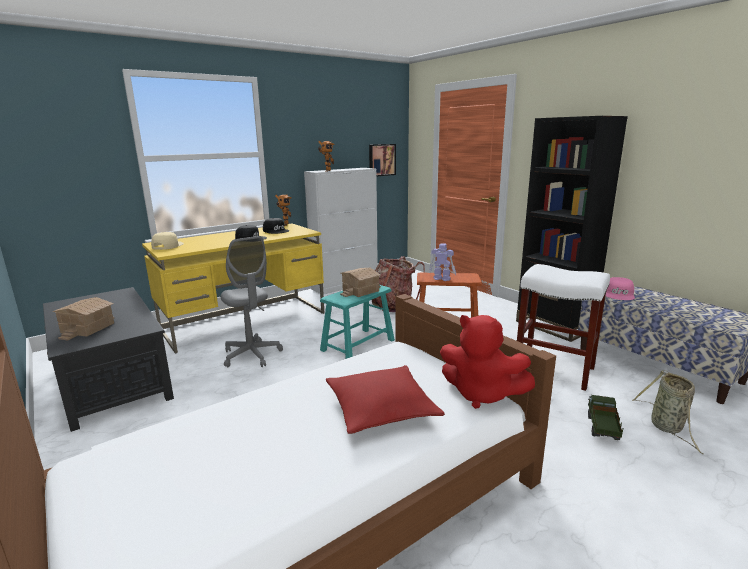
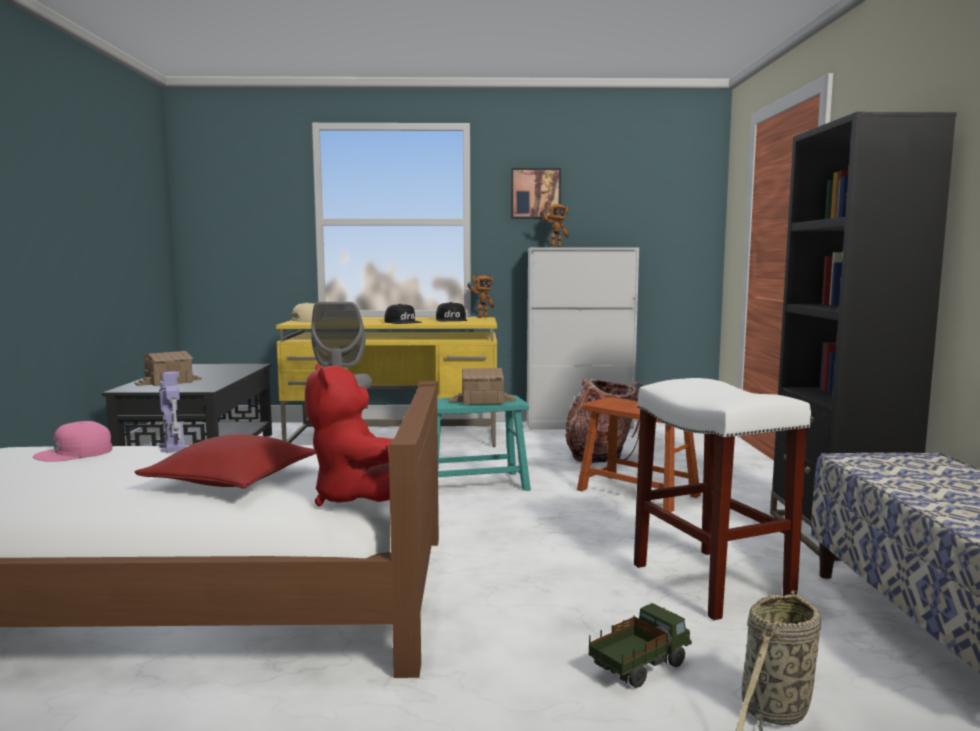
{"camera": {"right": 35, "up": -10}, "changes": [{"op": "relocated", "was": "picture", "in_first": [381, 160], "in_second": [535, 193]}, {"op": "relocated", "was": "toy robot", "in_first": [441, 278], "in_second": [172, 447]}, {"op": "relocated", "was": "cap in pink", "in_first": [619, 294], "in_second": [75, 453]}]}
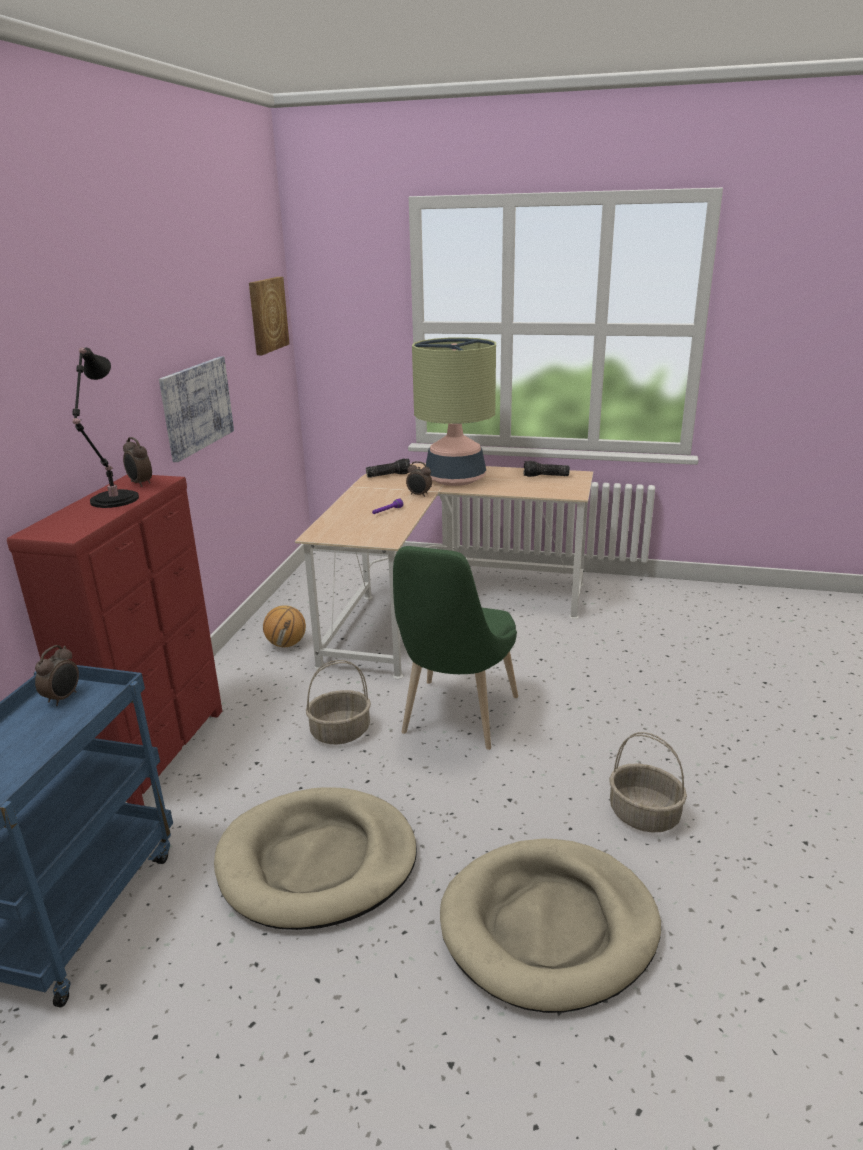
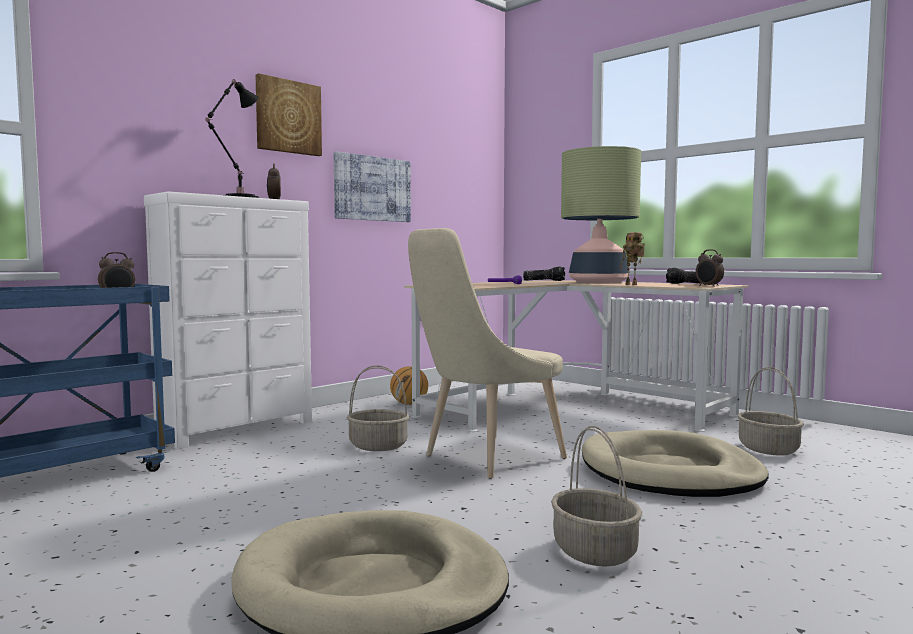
{"camera": {"right": 30, "up": -20}, "changes": [{"op": "appeared", "now": "toy robot", "in_second": [632, 285]}, {"op": "appeared", "now": "basket", "in_second": [769, 449]}, {"op": "relocated", "was": "dog bed in beige", "in_first": [317, 862], "in_second": [670, 472]}, {"op": "relocated", "was": "picture", "in_first": [267, 315], "in_second": [288, 117]}, {"op": "relocated", "was": "alarm clock", "in_first": [419, 495], "in_second": [708, 286]}, {"op": "colour", "was": "dresser in red", "now": "dresser in white", "in_first": [159, 753], "in_second": [238, 430]}, {"op": "colour", "was": "chair in green", "now": "chair in beige", "in_first": [456, 719], "in_second": [486, 459]}]}
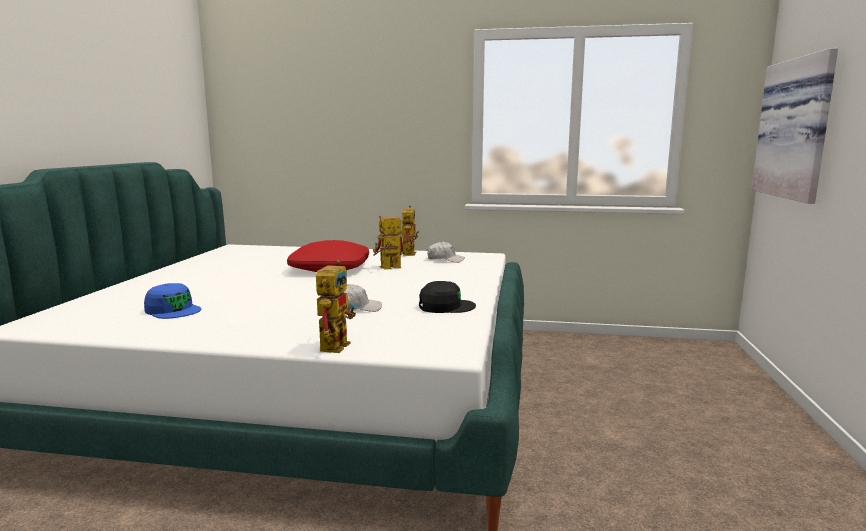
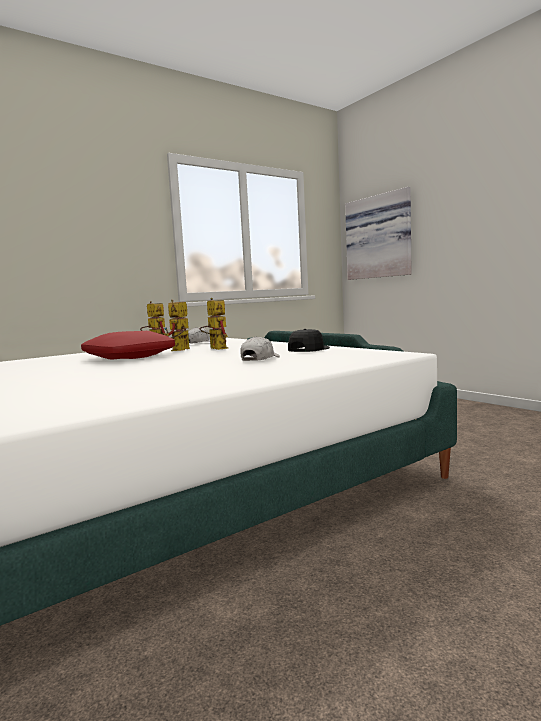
{"camera": {"right": -45, "up": -5}, "changes": [{"op": "missing", "was": "cap in blue", "in_first": [173, 310]}, {"op": "relocated", "was": "toy robot", "in_first": [335, 344], "in_second": [215, 348]}]}
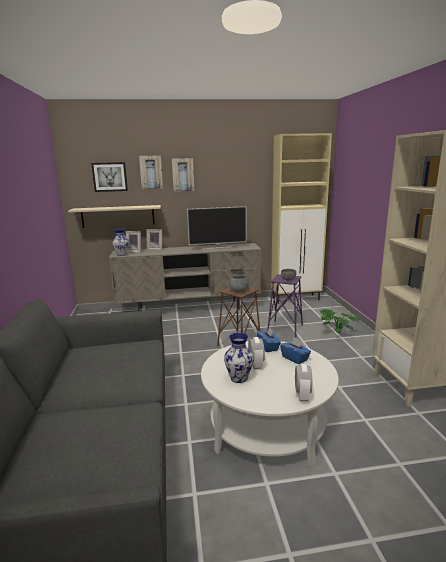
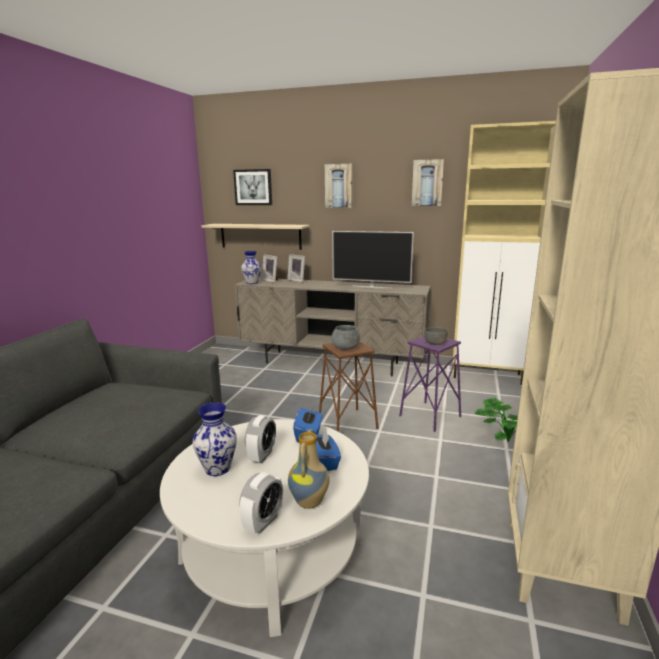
{"camera": {"right": 25, "up": 0}, "changes": [{"op": "appeared", "now": "vase", "in_second": [310, 502]}, {"op": "relocated", "was": "picture", "in_first": [151, 172], "in_second": [427, 183]}]}
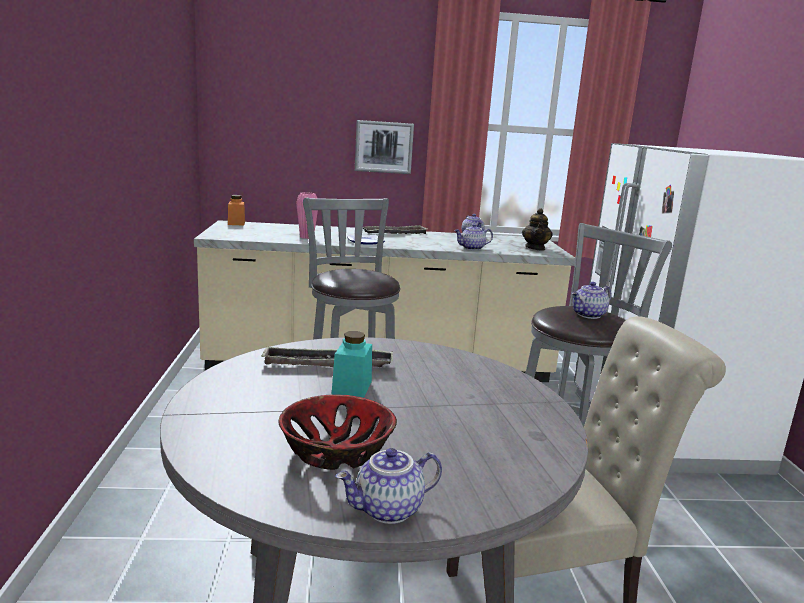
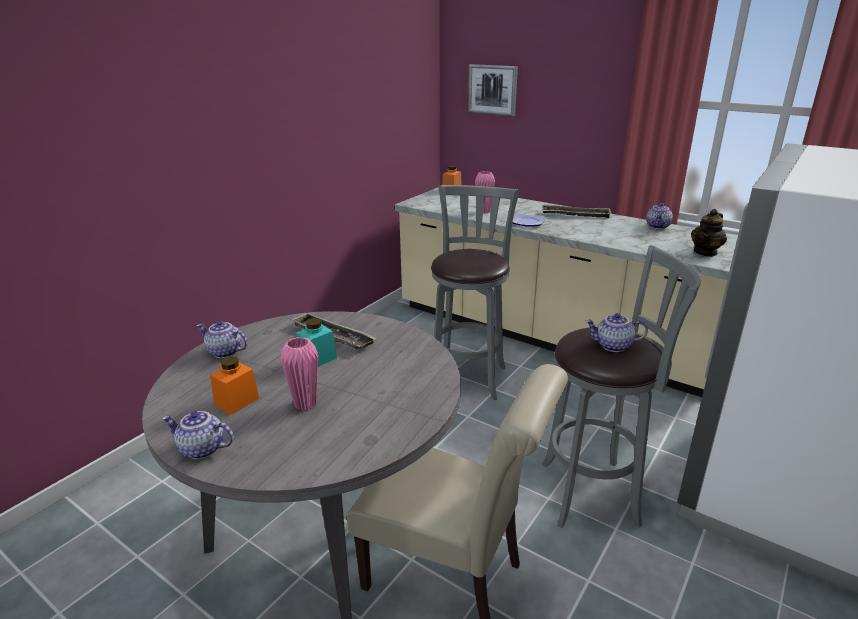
{"camera": {"right": 40, "up": 10}, "changes": [{"op": "appeared", "now": "vase in pink", "in_second": [305, 404]}, {"op": "relocated", "was": "picture", "in_first": [383, 147], "in_second": [492, 89]}, {"op": "relocated", "was": "teapot", "in_first": [472, 248], "in_second": [224, 352]}, {"op": "exchanged", "was": "bowl", "now": "jar in orange", "in_first": [336, 451], "in_second": [237, 401]}]}
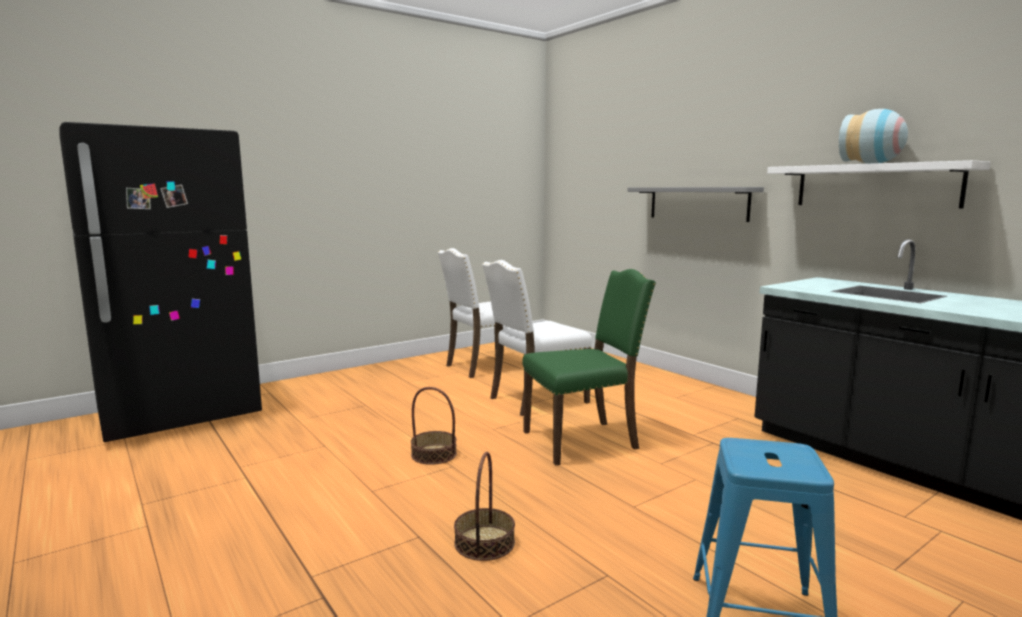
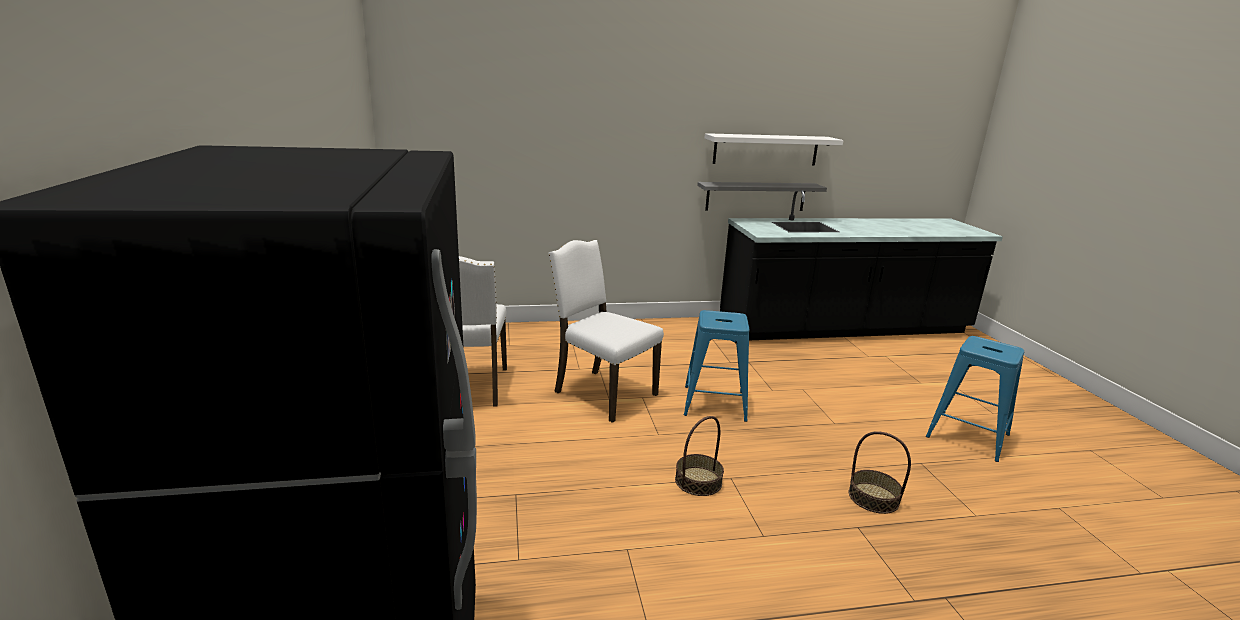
{"camera": {"right": -65, "up": 10}, "changes": [{"op": "missing", "was": "vase", "in_first": [871, 163]}, {"op": "relocated", "was": "shelf in grey", "in_first": [698, 203], "in_second": [756, 196]}, {"op": "exchanged", "was": "chair in green", "now": "stool in blue", "in_first": [583, 440], "in_second": [714, 403]}, {"op": "spun", "was": "chair in white", "in_first": [535, 400], "in_second": [602, 393], "clockwise": 135}]}
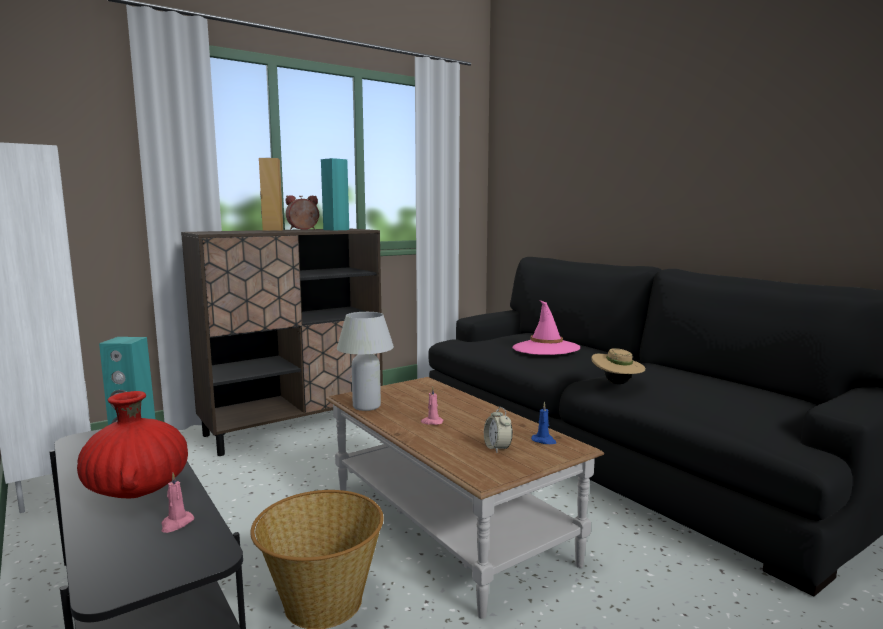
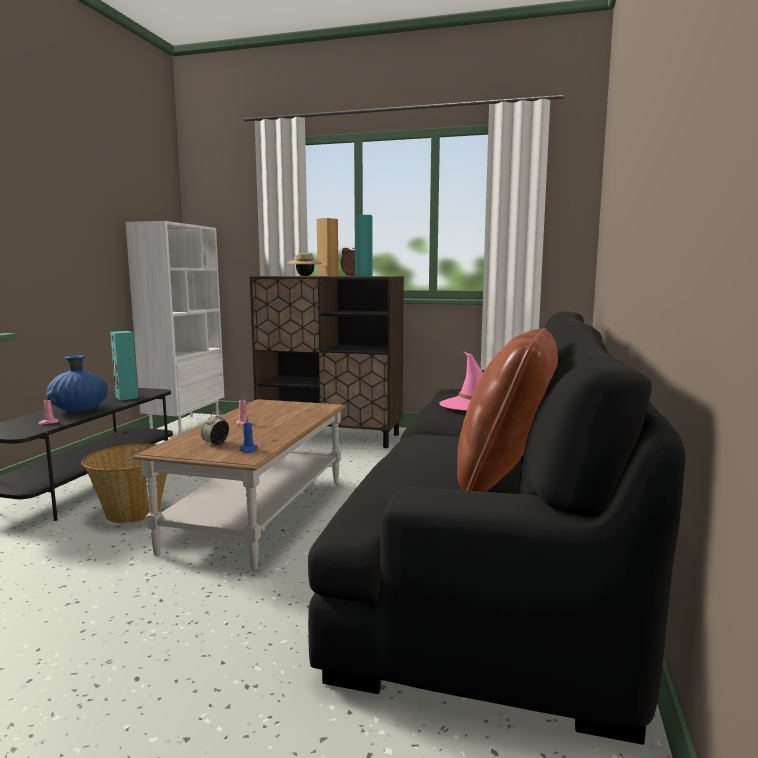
{"camera": {"right": 50, "up": 0}, "changes": [{"op": "missing", "was": "table lamp in white", "in_first": [366, 406]}, {"op": "appeared", "now": "pillow in brown", "in_second": [505, 477]}, {"op": "relocated", "was": "hat in beige", "in_first": [617, 383], "in_second": [304, 276]}, {"op": "colour", "was": "vase in red", "now": "vase in blue", "in_first": [137, 490], "in_second": [79, 410]}]}
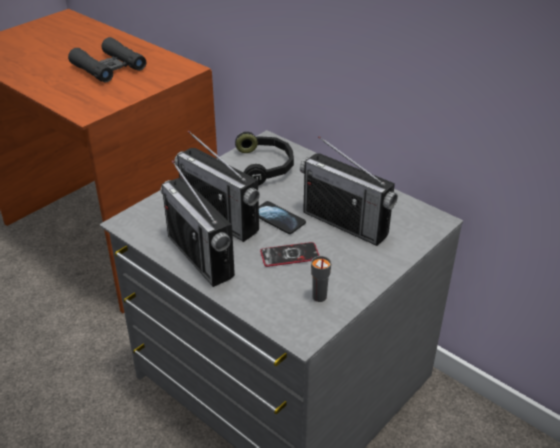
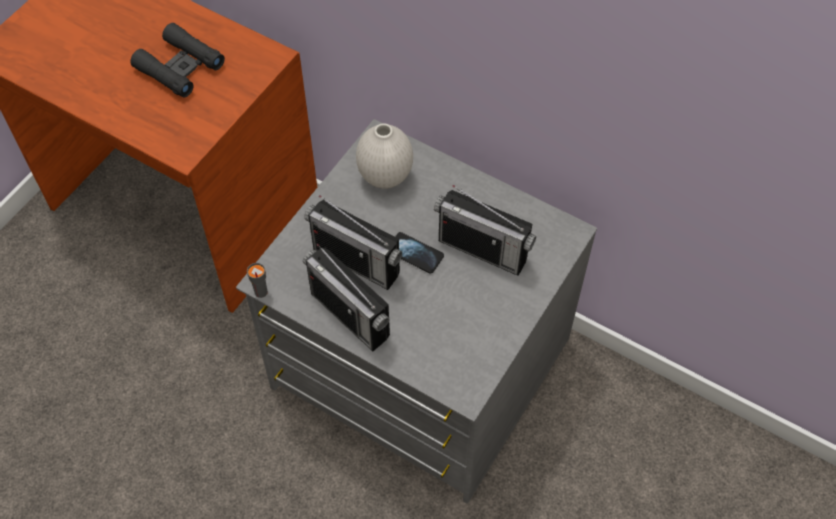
{"camera": {"right": -10, "up": 20}, "changes": [{"op": "missing", "was": "phone", "in_first": [290, 255]}, {"op": "relocated", "was": "cup in grey", "in_first": [319, 297], "in_second": [260, 292]}, {"op": "exchanged", "was": "headphones in black", "now": "vase in white", "in_first": [266, 166], "in_second": [386, 178]}]}
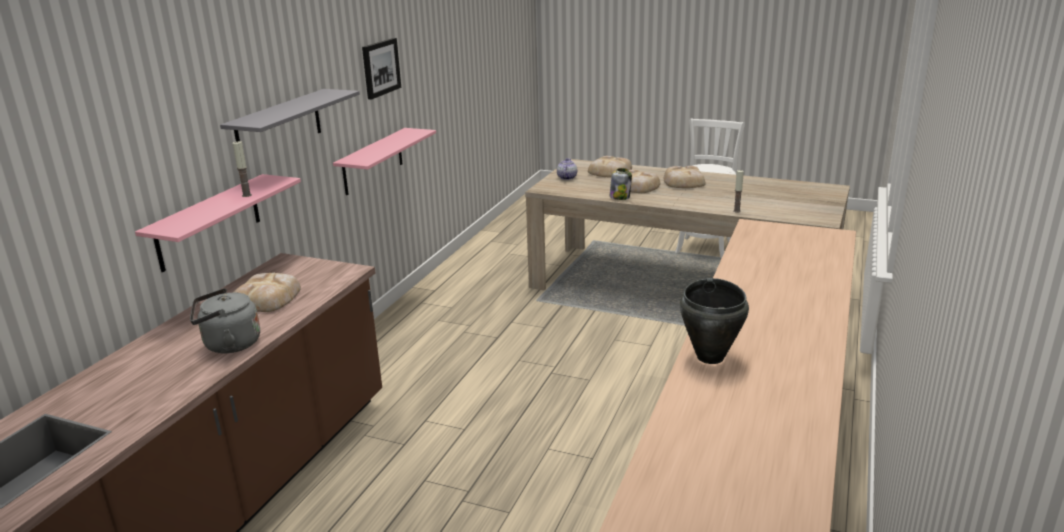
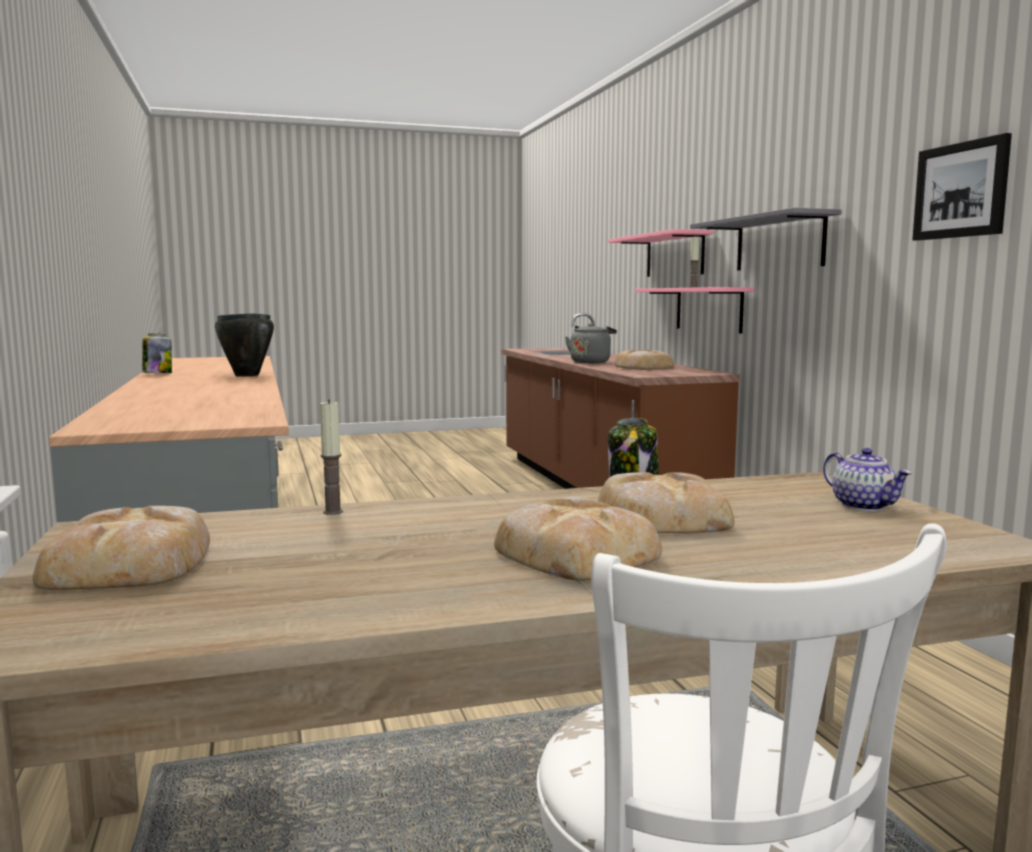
{"camera": {"right": 140, "up": -15}, "changes": [{"op": "appeared", "now": "jar", "in_second": [157, 374]}, {"op": "relocated", "was": "shelf in pink", "in_first": [373, 161], "in_second": [674, 255]}, {"op": "relocated", "was": "bread", "in_first": [609, 171], "in_second": [131, 564]}]}
